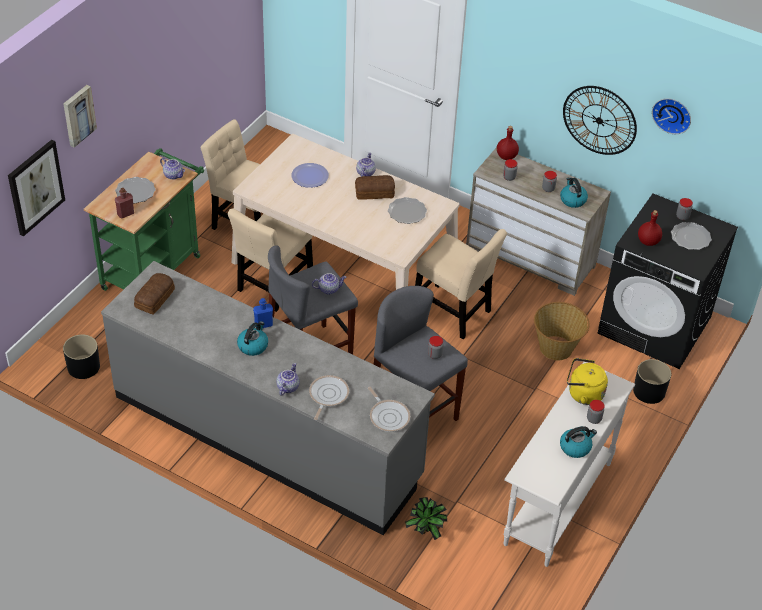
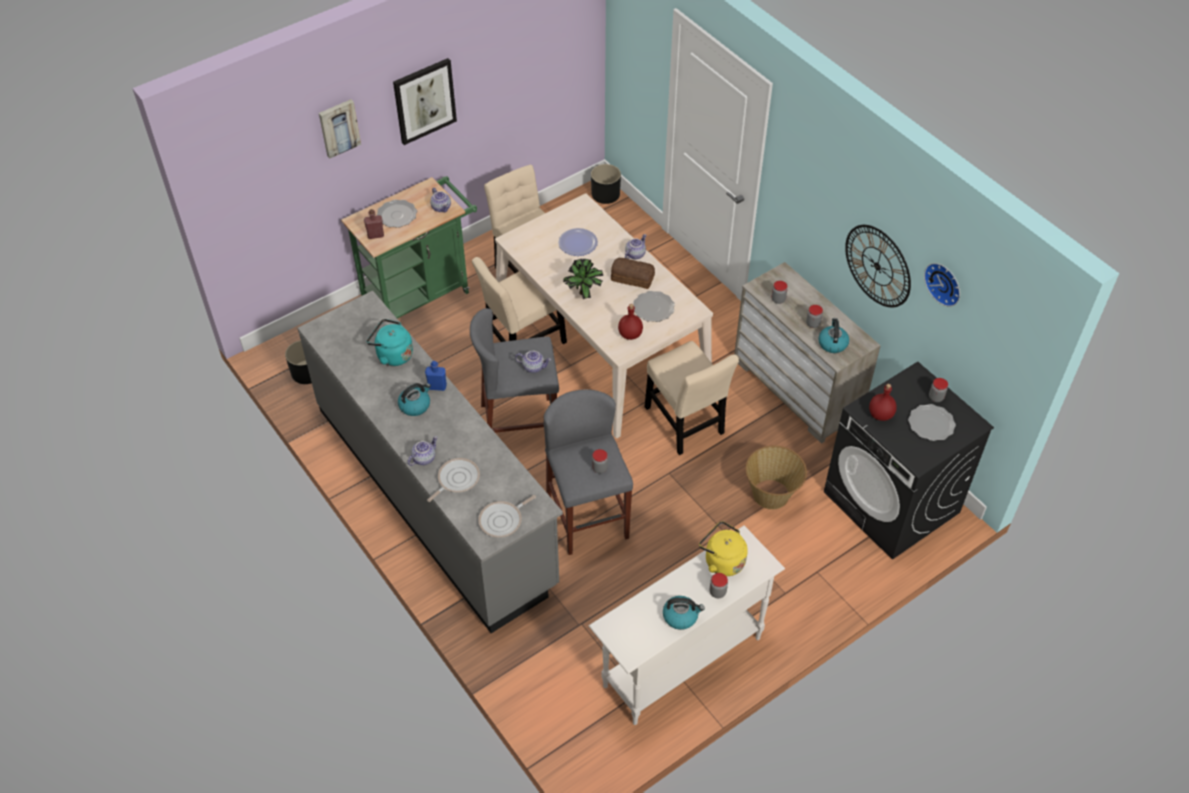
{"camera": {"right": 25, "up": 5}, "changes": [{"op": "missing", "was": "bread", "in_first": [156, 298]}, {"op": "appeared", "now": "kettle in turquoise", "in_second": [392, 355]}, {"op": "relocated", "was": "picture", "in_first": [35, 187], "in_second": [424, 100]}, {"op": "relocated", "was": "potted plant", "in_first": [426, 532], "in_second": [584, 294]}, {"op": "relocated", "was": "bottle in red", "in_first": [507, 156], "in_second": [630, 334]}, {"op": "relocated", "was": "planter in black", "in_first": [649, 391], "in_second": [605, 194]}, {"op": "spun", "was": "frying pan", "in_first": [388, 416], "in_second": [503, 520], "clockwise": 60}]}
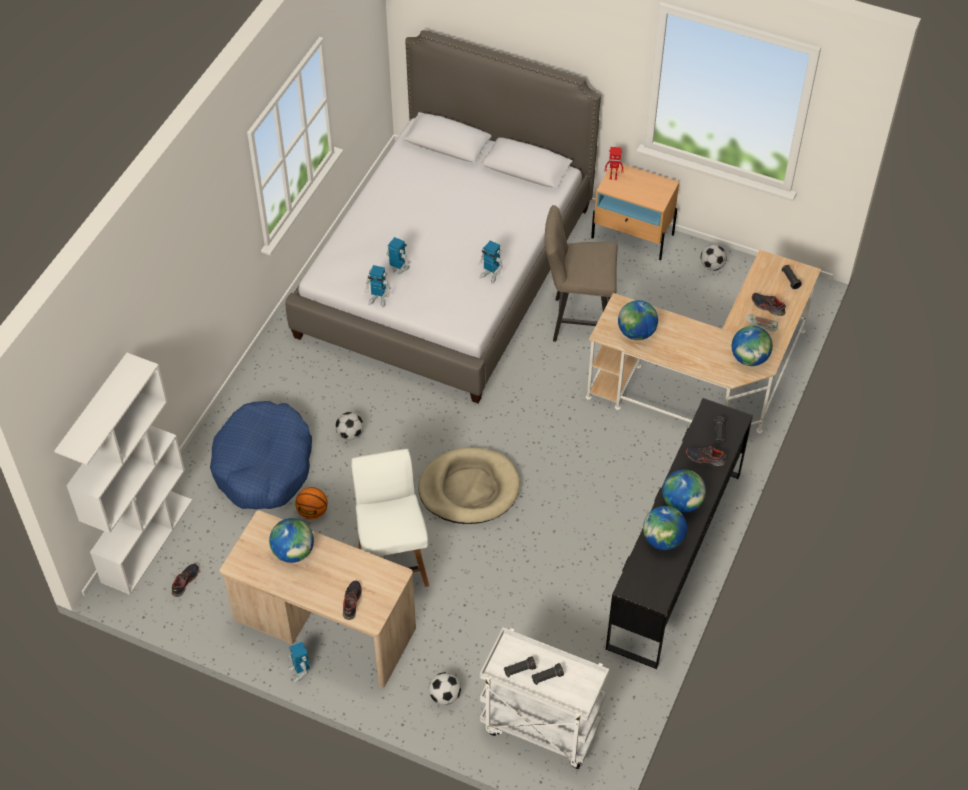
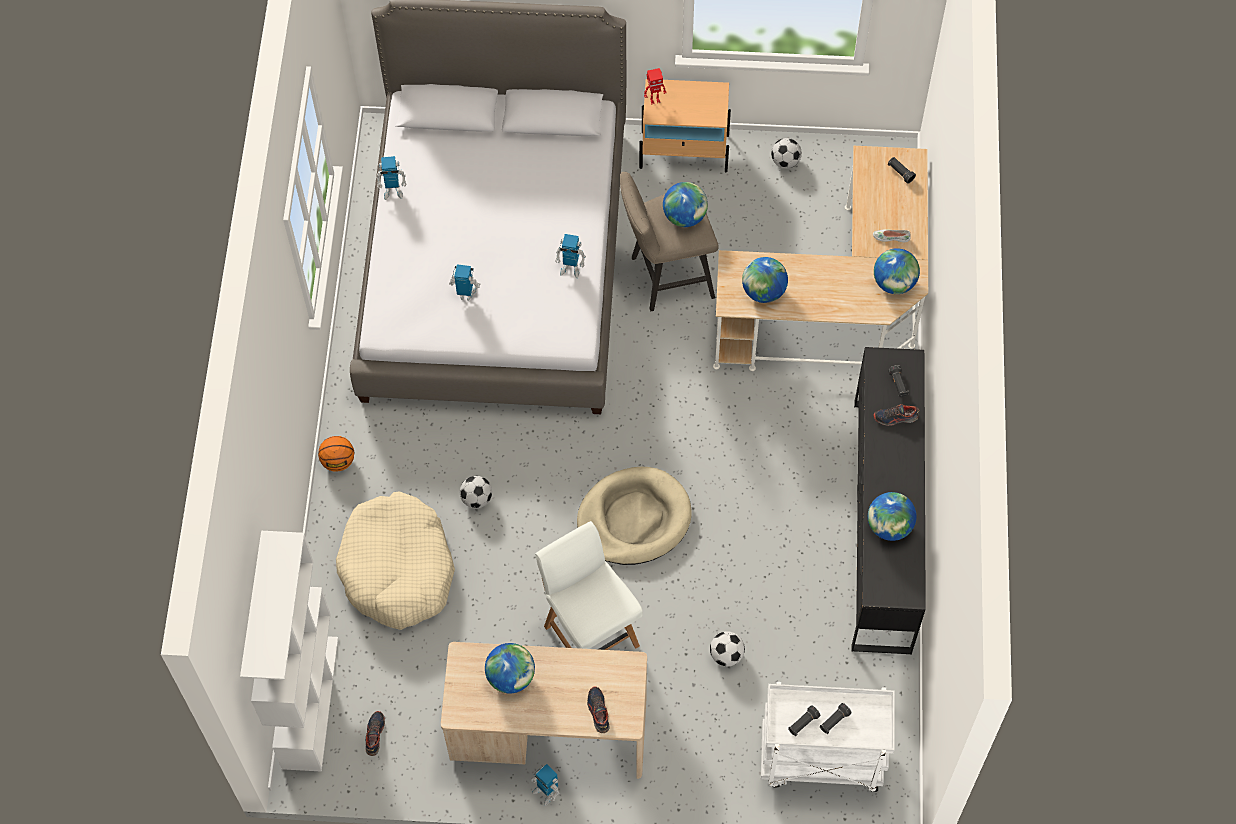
{"camera": {"right": -20, "up": 10}, "changes": [{"op": "missing", "was": "shoe", "in_first": [767, 307]}, {"op": "relocated", "was": "basketball", "in_first": [313, 512], "in_second": [338, 461]}, {"op": "relocated", "was": "toy robot", "in_first": [378, 299], "in_second": [393, 190]}, {"op": "relocated", "was": "football", "in_first": [445, 696], "in_second": [726, 655]}, {"op": "relocated", "was": "globe", "in_first": [682, 503], "in_second": [684, 216]}, {"op": "colour", "was": "dog bed in blue", "now": "dog bed in beige", "in_first": [263, 465], "in_second": [398, 568]}]}
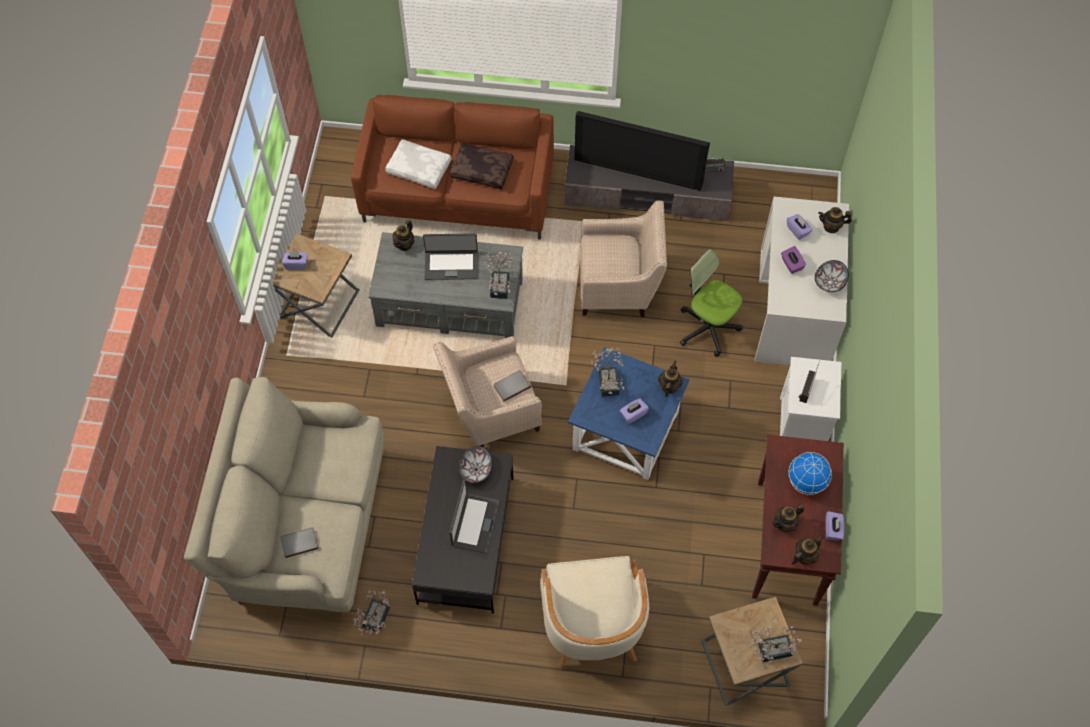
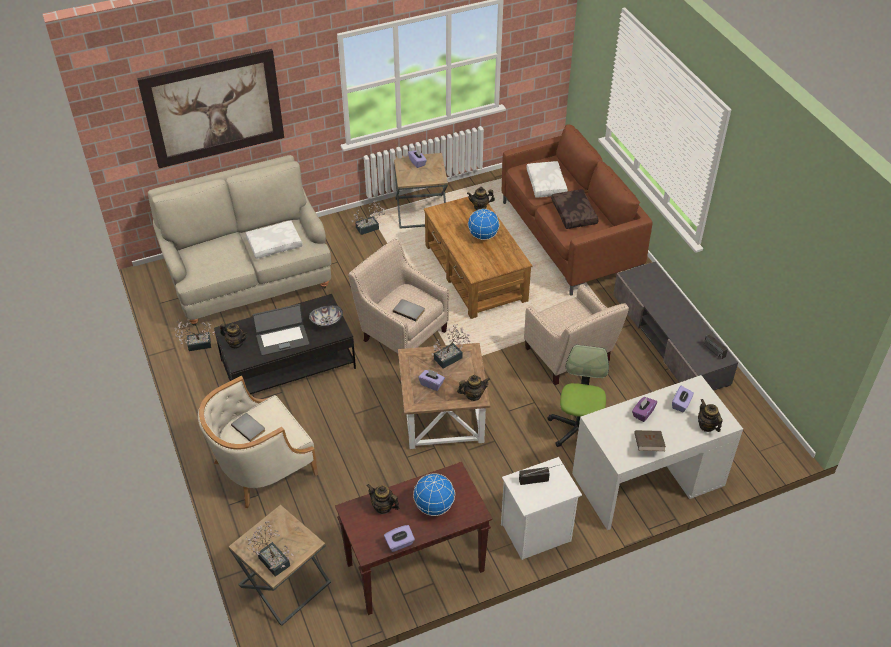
{"camera": {"right": 60, "up": -15}, "changes": [{"op": "missing", "was": "television", "in_first": [639, 169]}, {"op": "appeared", "now": "picture", "in_second": [213, 108]}, {"op": "appeared", "now": "pillow in white", "in_second": [274, 244]}, {"op": "relocated", "was": "book in grey", "in_first": [299, 542], "in_second": [249, 427]}, {"op": "relocated", "was": "potted plant", "in_first": [500, 284], "in_second": [370, 227]}, {"op": "relocated", "was": "teapot", "in_first": [804, 556], "in_second": [236, 343]}, {"op": "exchanged", "was": "laptop", "now": "globe", "in_first": [451, 265], "in_second": [483, 236]}, {"op": "exchanged", "was": "bowl", "now": "book in brown", "in_first": [829, 282], "in_second": [648, 446]}, {"op": "colour", "was": "coffee table in grey", "now": "coffee table in brown", "in_first": [450, 303], "in_second": [475, 273]}, {"op": "colour", "was": "side table in blue", "now": "side table in brown", "in_first": [624, 431], "in_second": [442, 416]}]}
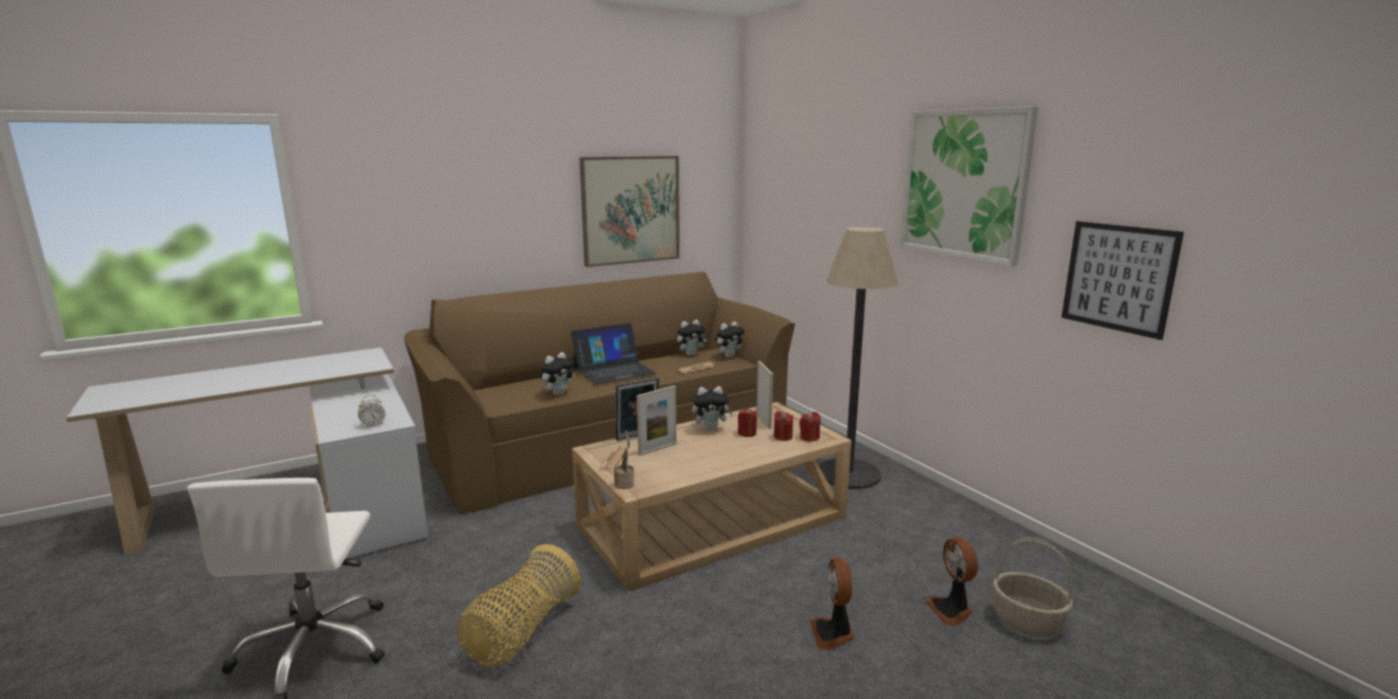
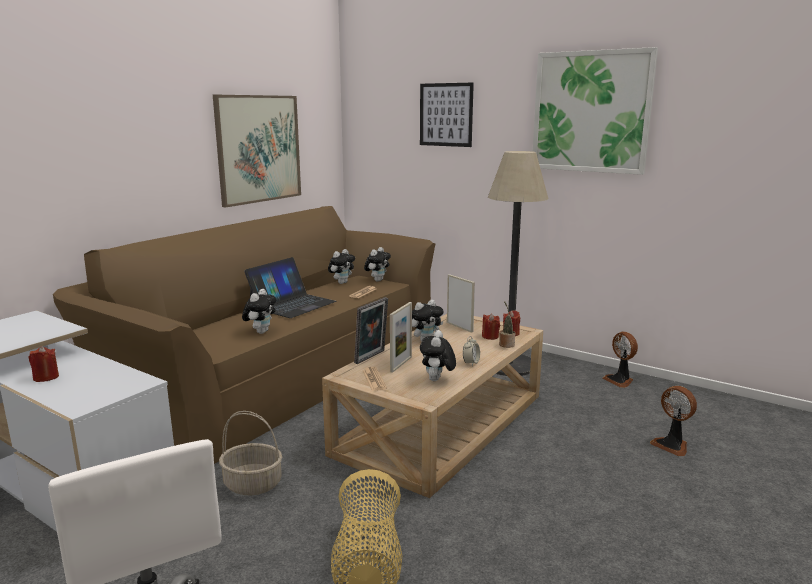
{"camera": {"right": -25, "up": 0}, "changes": [{"op": "appeared", "now": "plush toy", "in_second": [437, 380]}, {"op": "relocated", "was": "alarm clock", "in_first": [373, 425], "in_second": [471, 363]}, {"op": "relocated", "was": "potted plant", "in_first": [624, 484], "in_second": [506, 344]}, {"op": "relocated", "was": "candle in red", "in_first": [747, 433], "in_second": [46, 377]}, {"op": "relocated", "was": "fan", "in_first": [833, 634], "in_second": [619, 380]}, {"op": "relocated", "was": "basket", "in_first": [1028, 621], "in_second": [253, 484]}, {"op": "relocated", "was": "picture", "in_first": [1118, 278], "in_second": [446, 115]}]}
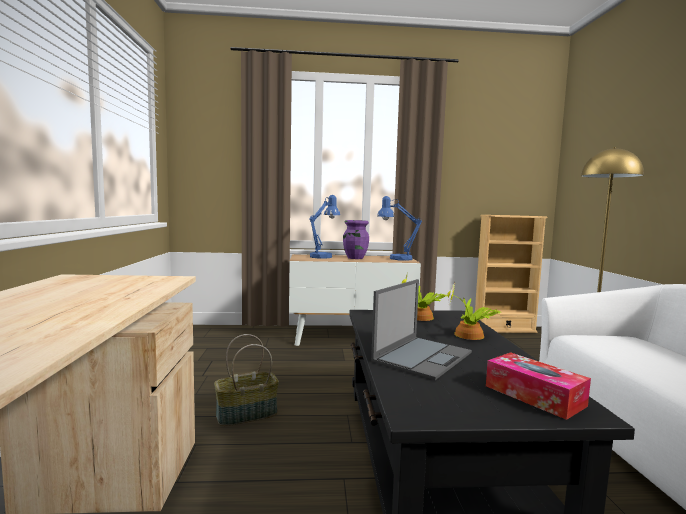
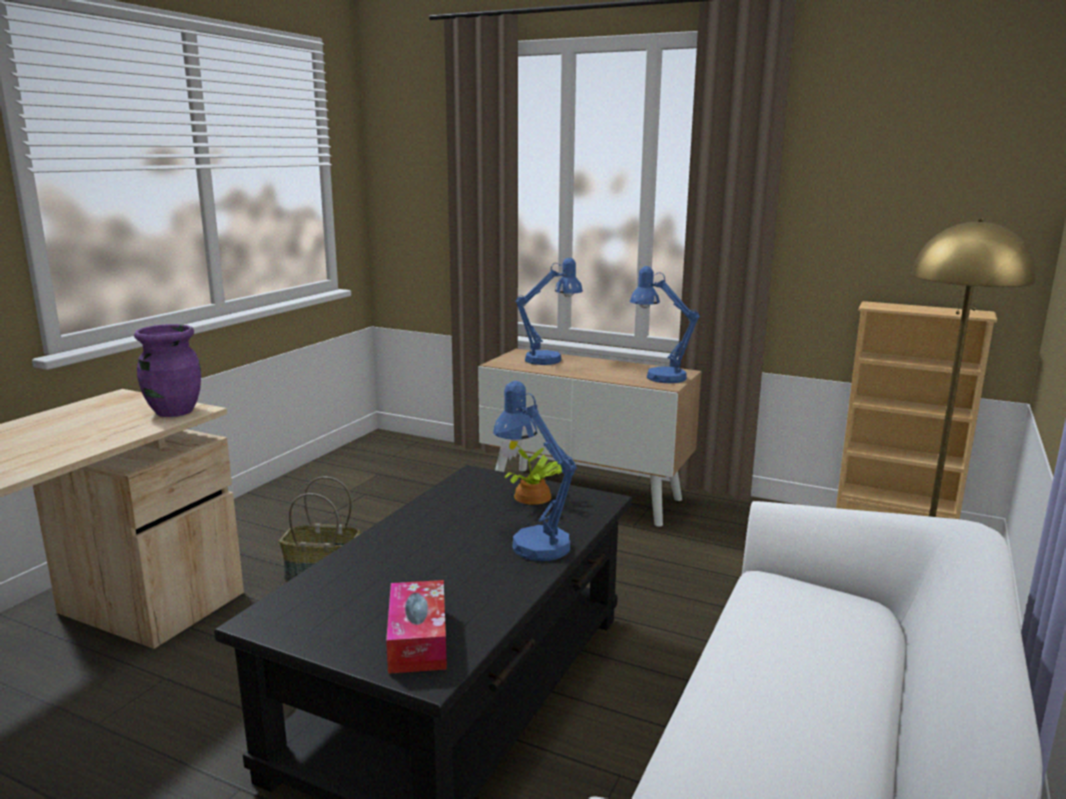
{"camera": {"right": 30, "up": 10}, "changes": [{"op": "missing", "was": "laptop", "in_first": [423, 356]}, {"op": "relocated", "was": "vase in purple", "in_first": [355, 258], "in_second": [174, 411]}, {"op": "exchanged", "was": "potted plant", "now": "table lamp in blue", "in_first": [470, 335], "in_second": [533, 542]}]}
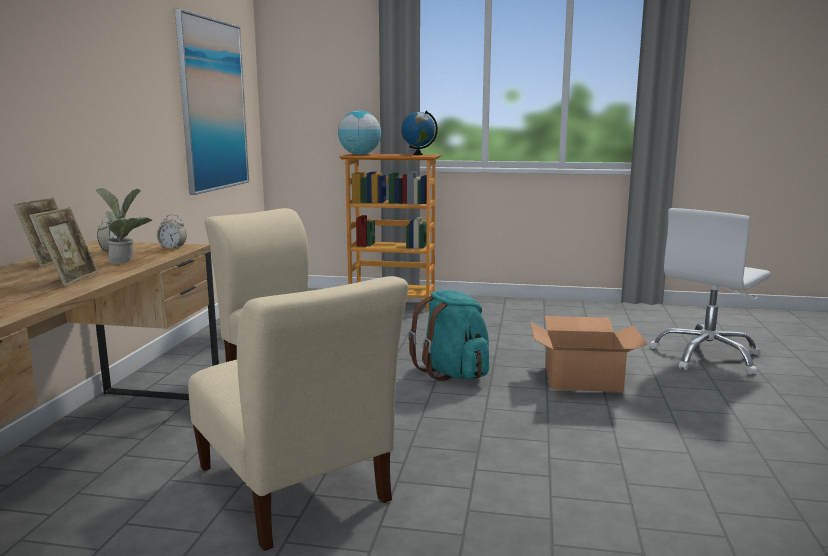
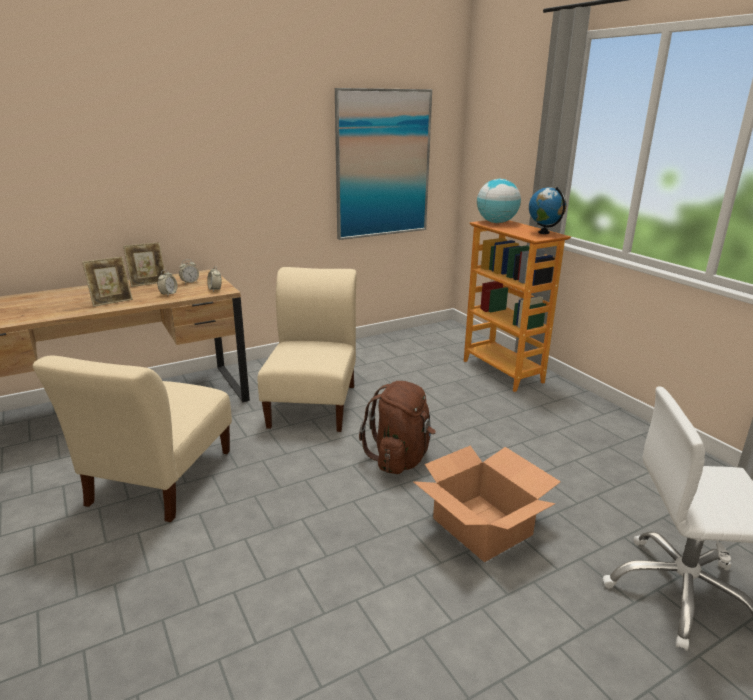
{"camera": {"right": 50, "up": 10}, "changes": [{"op": "exchanged", "was": "potted plant", "now": "alarm clock", "in_first": [127, 260], "in_second": [168, 294]}, {"op": "colour", "was": "backpack in turquoise", "now": "backpack in brown", "in_first": [453, 373], "in_second": [400, 458]}]}
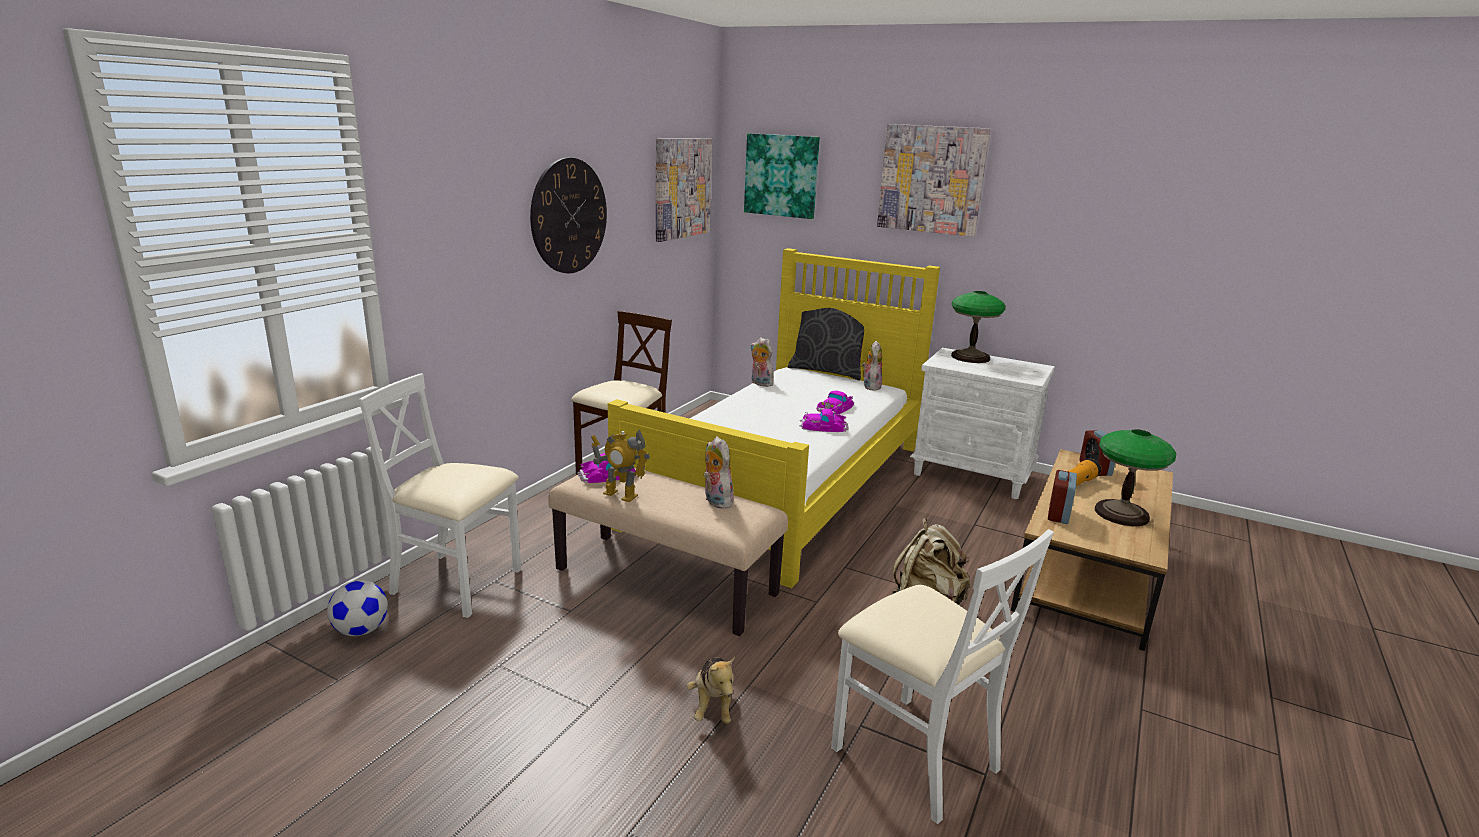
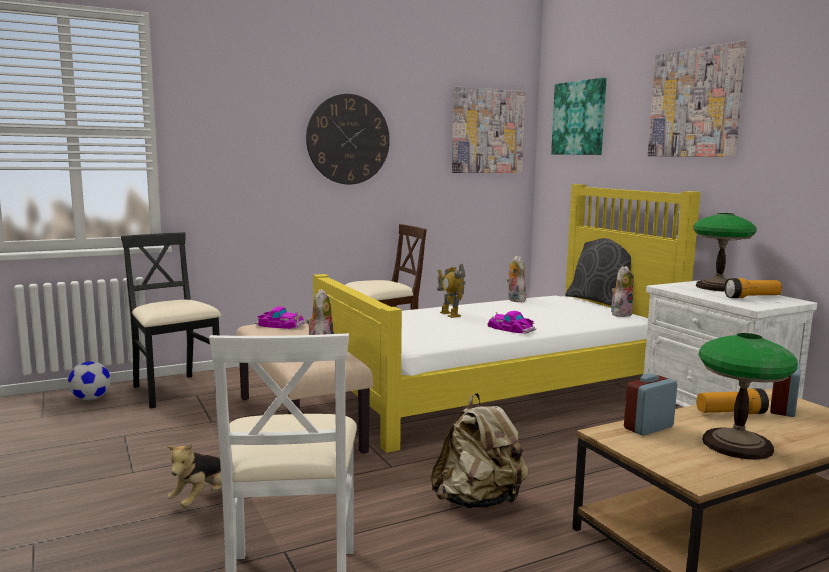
{"camera": {"right": 35, "up": -10}, "changes": [{"op": "missing", "was": "toy car", "in_first": [835, 408]}, {"op": "appeared", "now": "flashlight", "in_second": [752, 297]}, {"op": "relocated", "was": "toy robot", "in_first": [620, 495], "in_second": [450, 314]}, {"op": "colour", "was": "chair in white", "now": "chair in black", "in_first": [457, 583], "in_second": [175, 391]}]}
